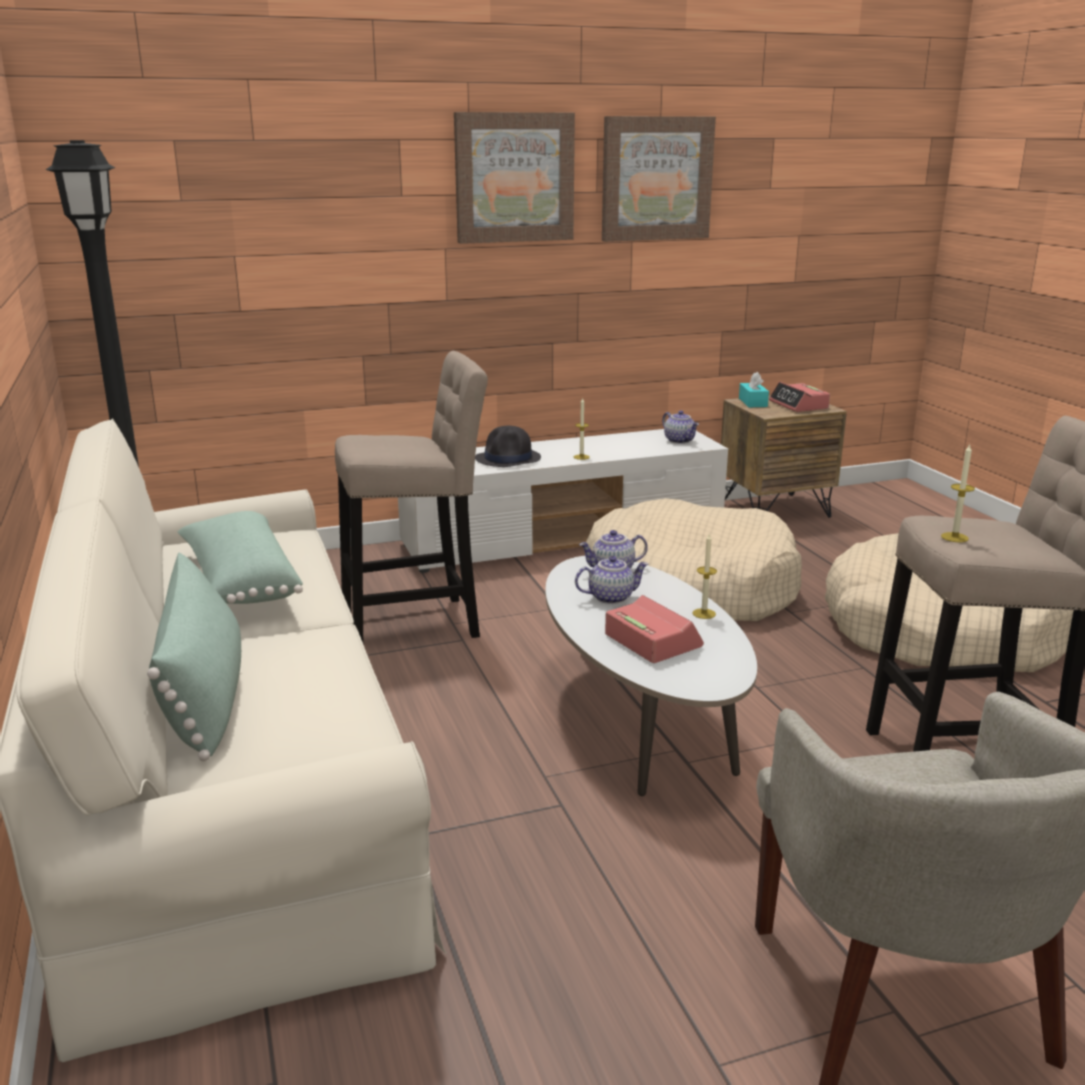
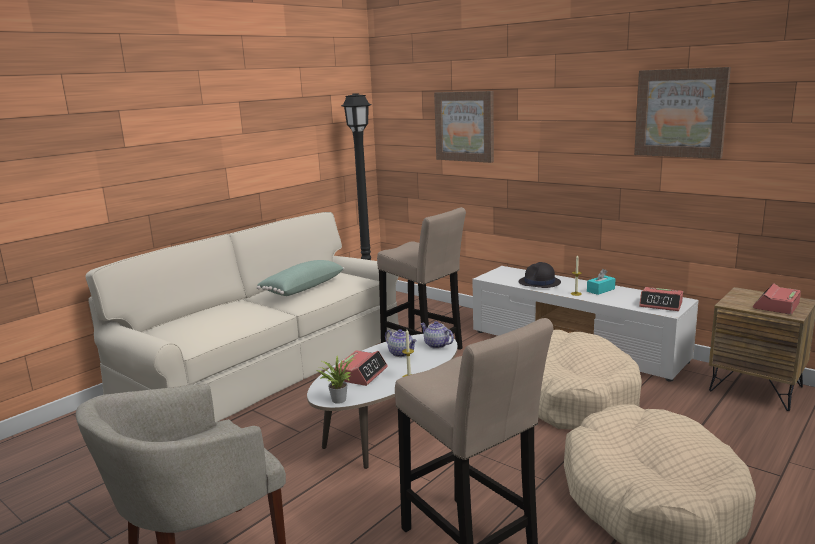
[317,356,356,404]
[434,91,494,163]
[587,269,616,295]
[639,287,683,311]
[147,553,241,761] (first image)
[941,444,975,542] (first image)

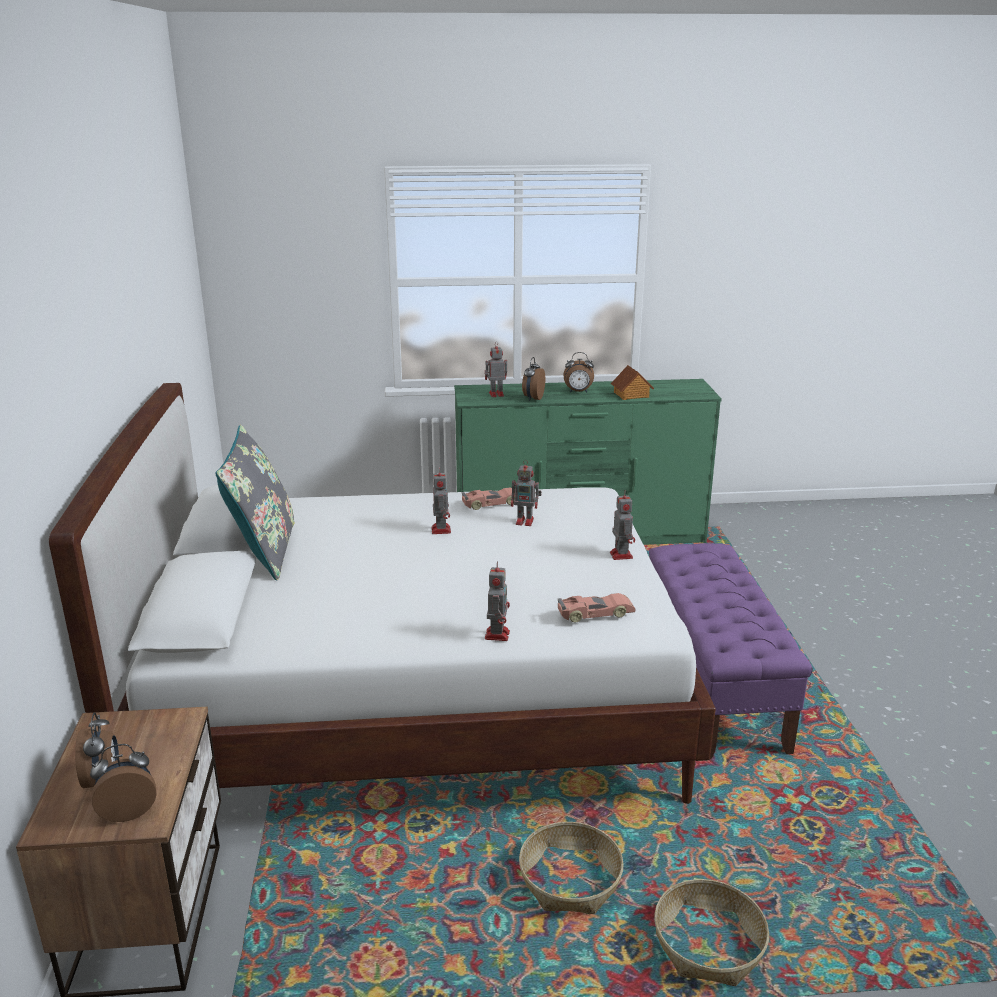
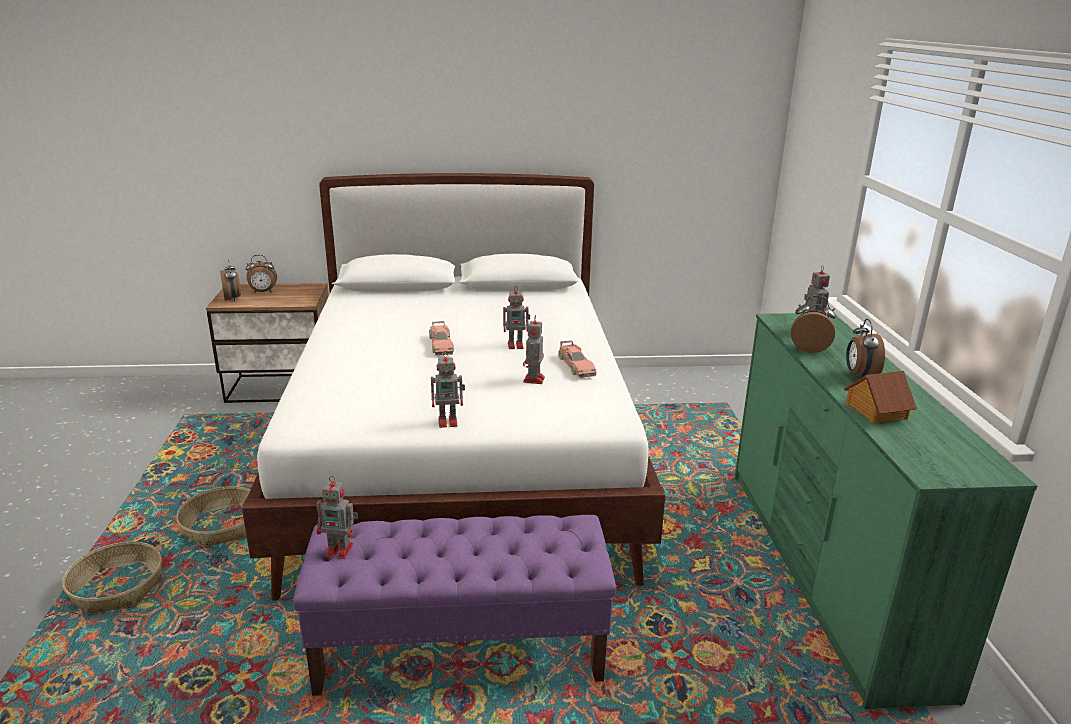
[317,476,358,559]
[429,321,454,356]
[215,425,294,581] (first image)

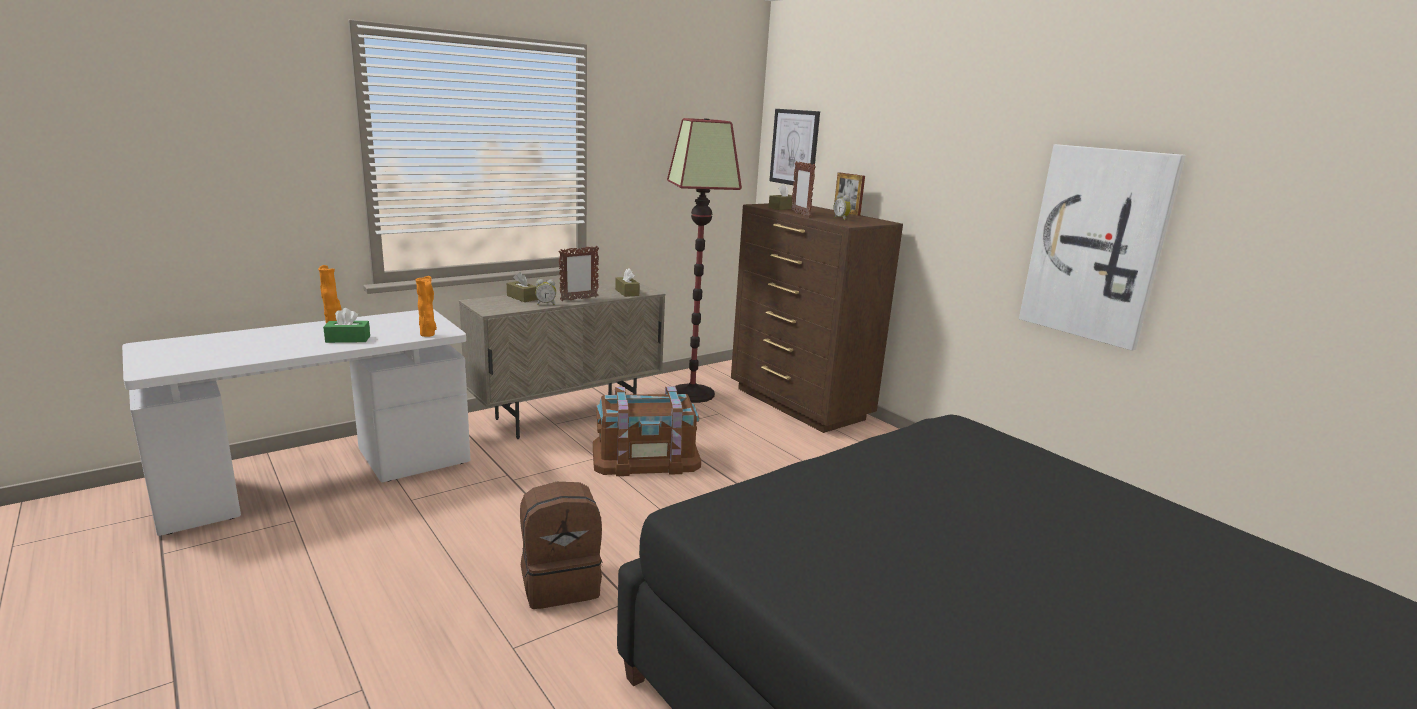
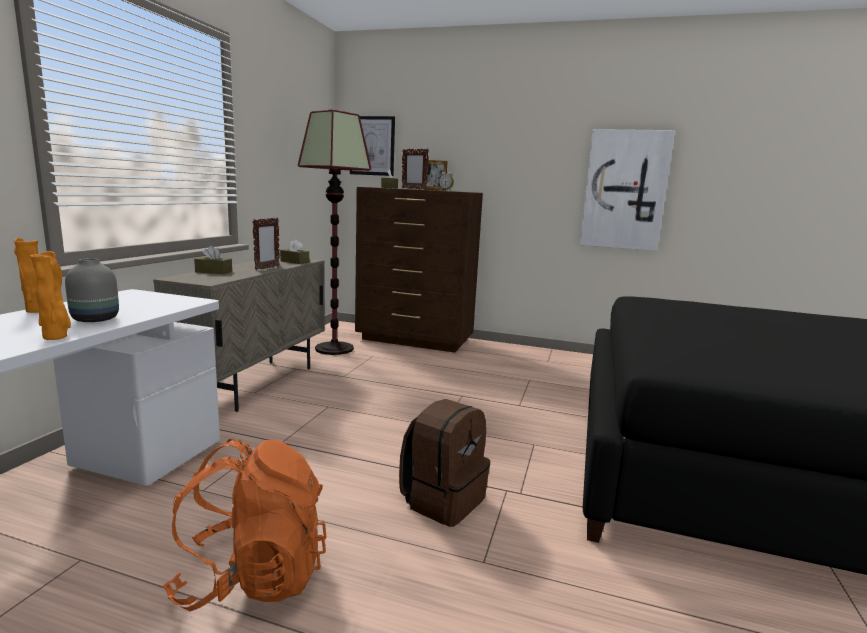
[30,251,71,340]
[65,258,119,322]
[163,439,326,611]
[535,279,556,305] (first image)
[593,386,701,476] (first image)

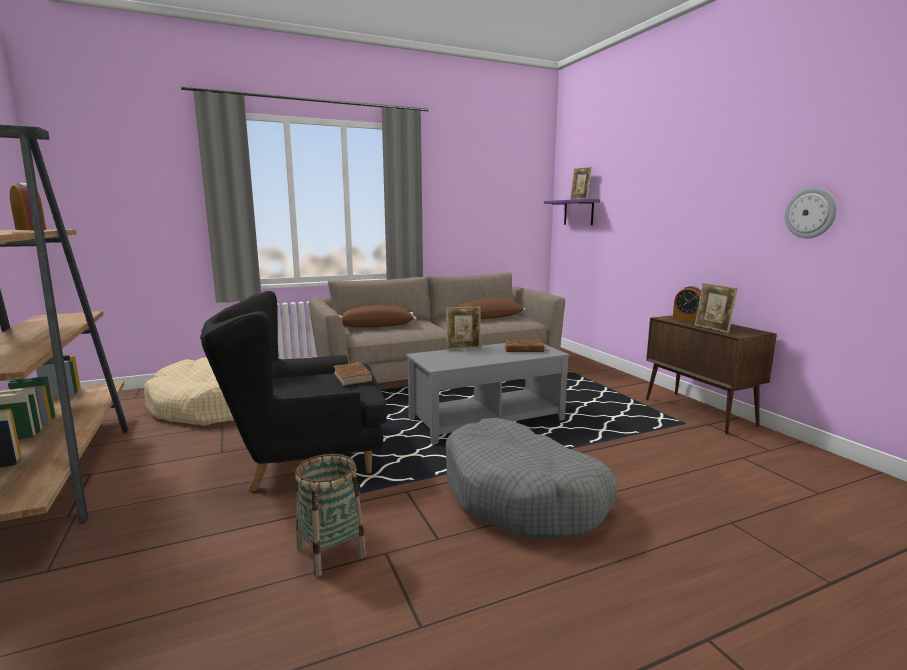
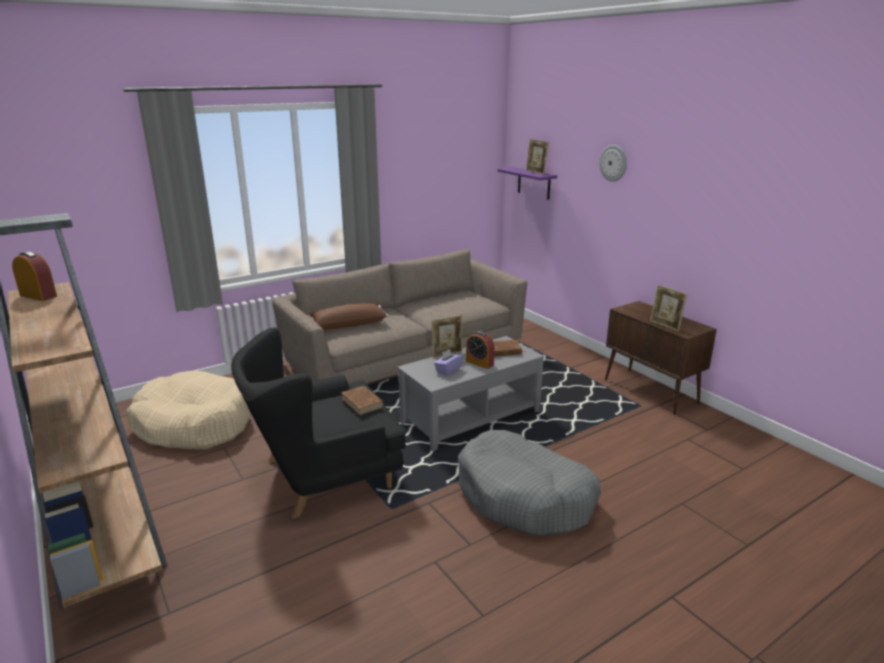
[434,349,463,376]
[466,331,495,369]
[599,145,627,182]
[295,454,366,577] (first image)
[454,298,525,319] (first image)

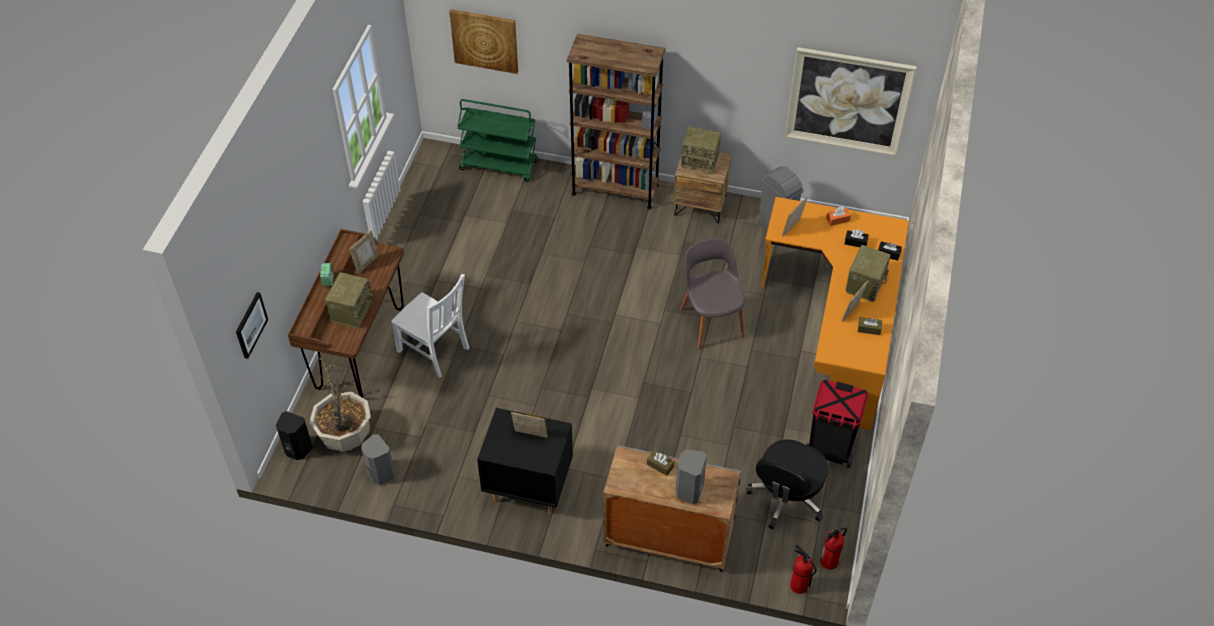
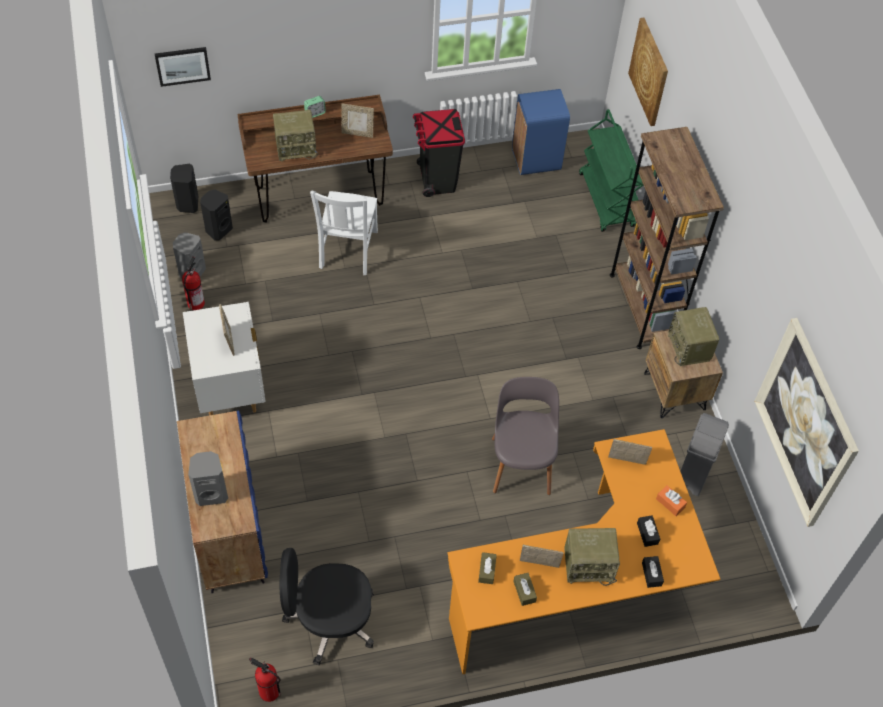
[177,411,268,593]
[182,257,205,310]
[183,302,266,416]
[200,190,233,241]
[413,109,465,197]
[478,552,497,584]
[492,377,559,495]
[512,89,570,175]

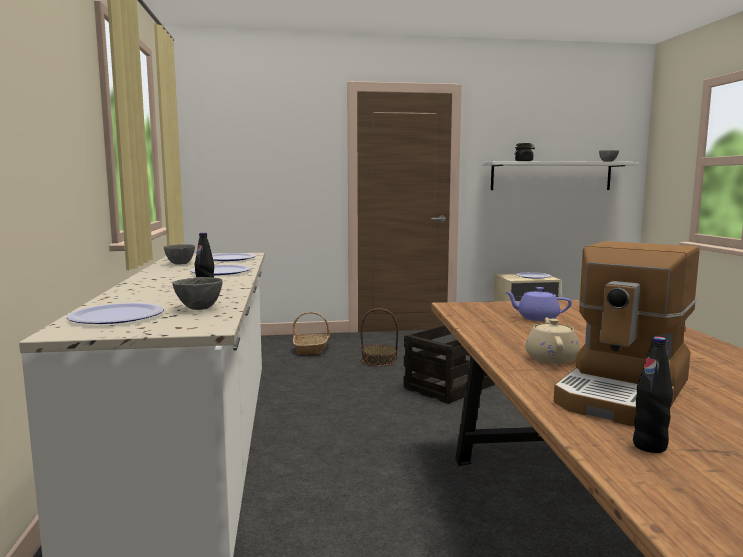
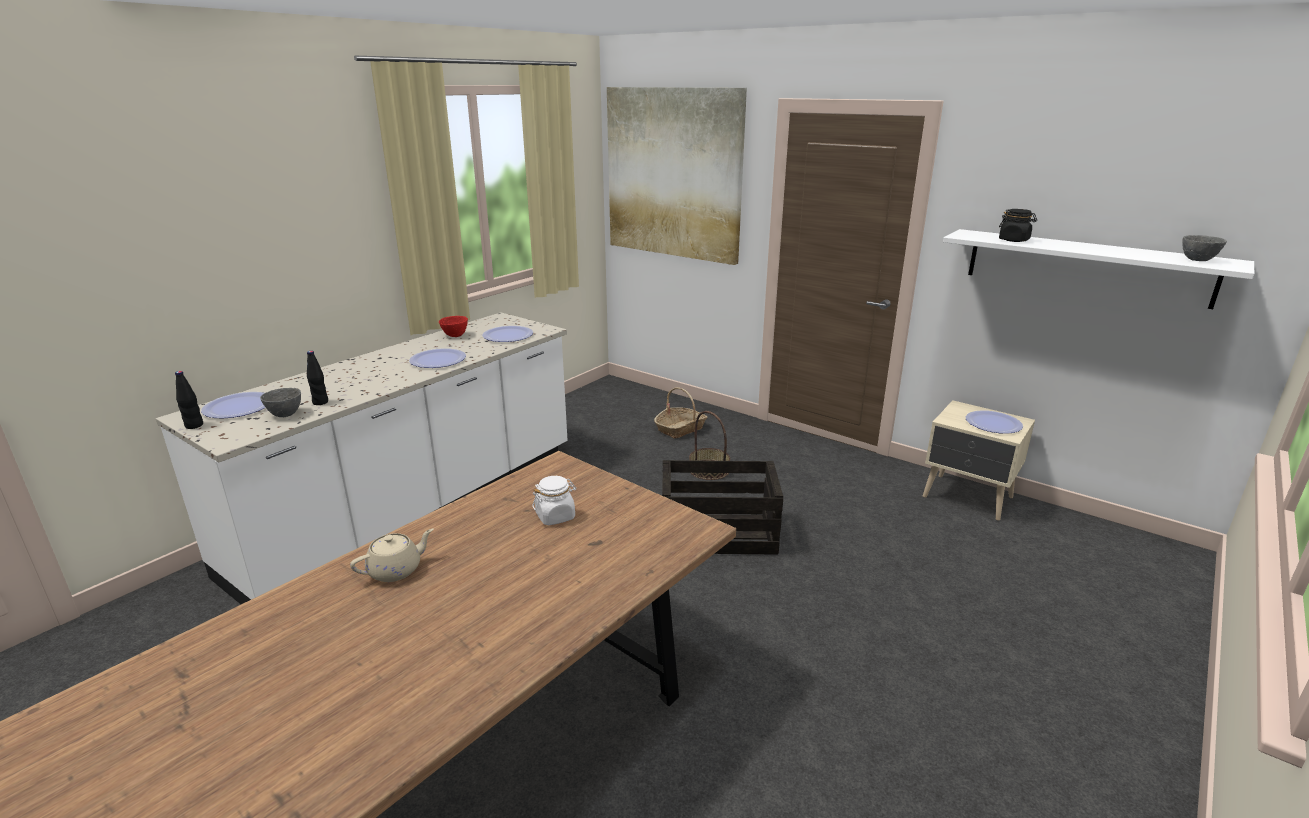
[175,371,203,429]
[439,316,468,337]
[533,476,577,525]
[607,87,747,265]
[554,241,700,426] (first image)

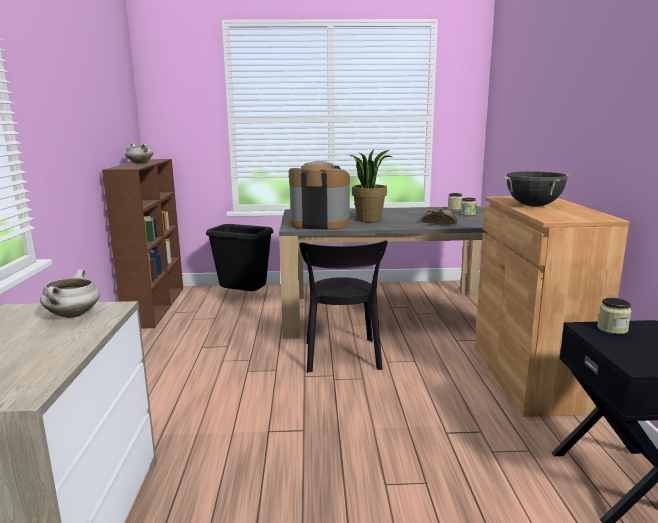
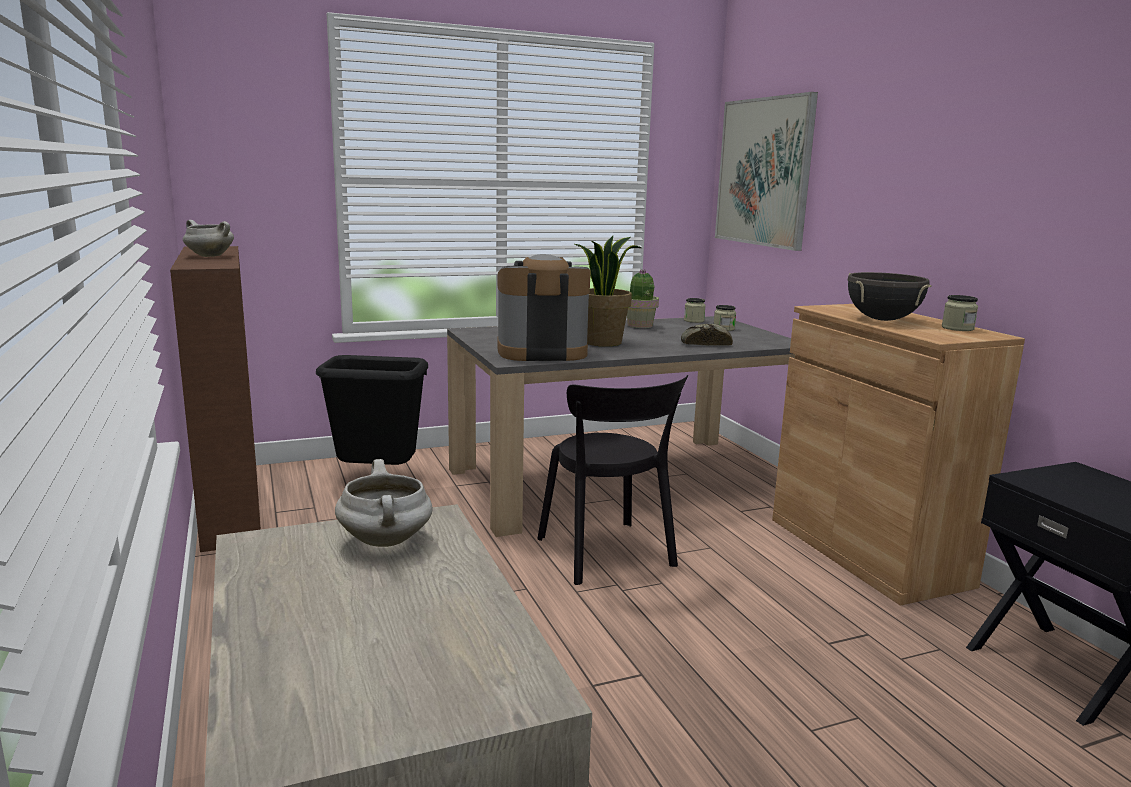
[627,269,659,328]
[715,92,818,251]
[942,295,978,331]

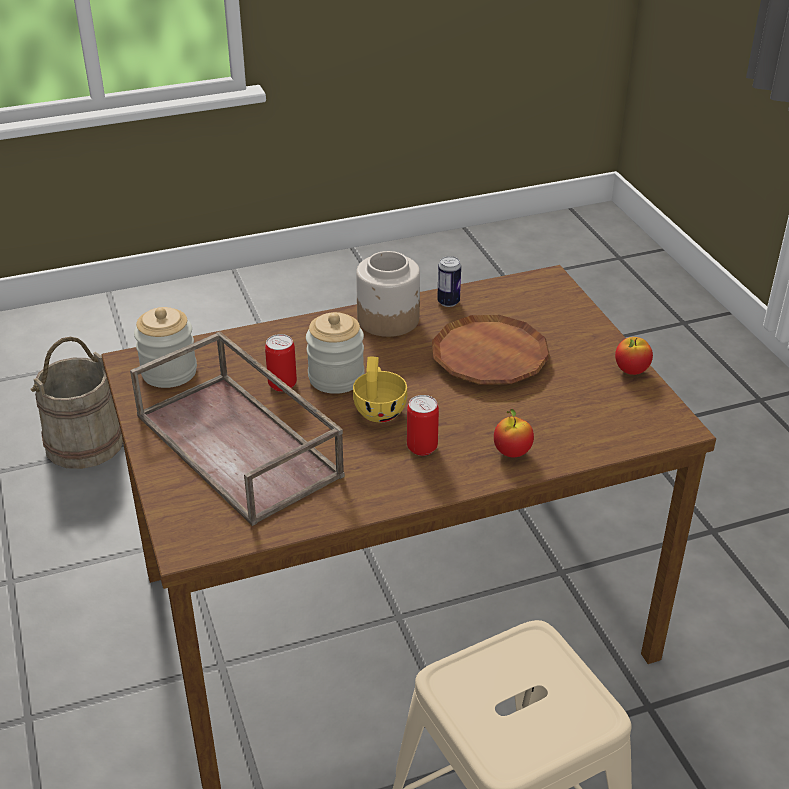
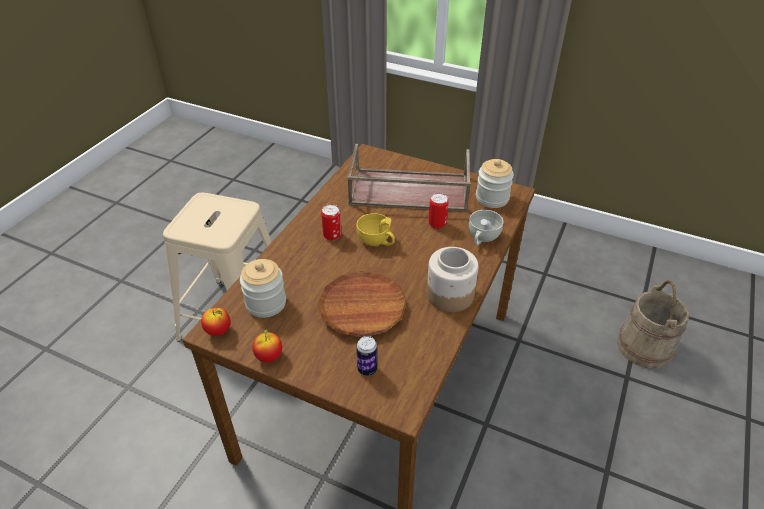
[201,308,231,336]
[240,259,286,318]
[356,336,377,376]
[469,210,503,245]

